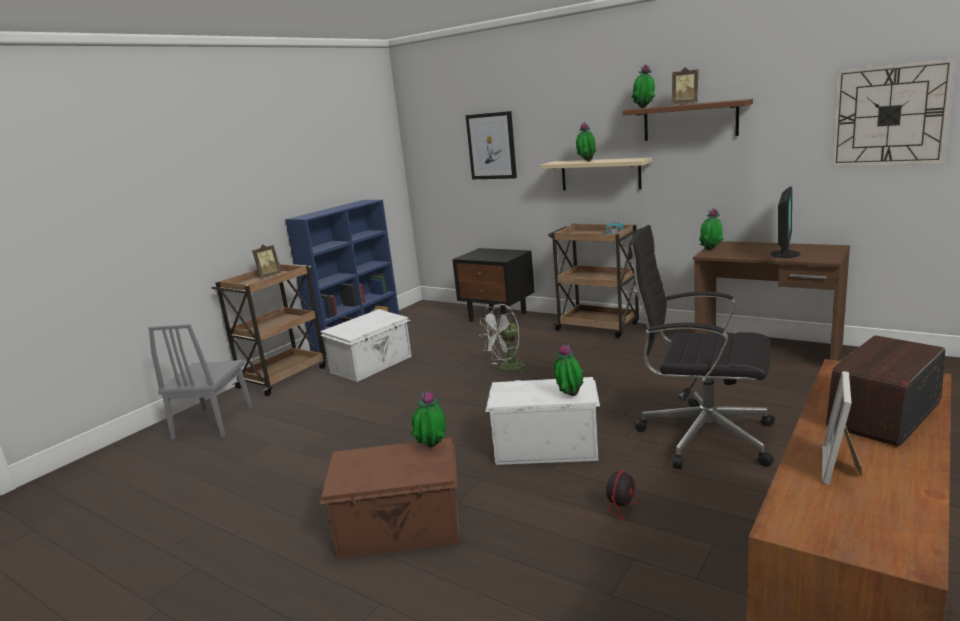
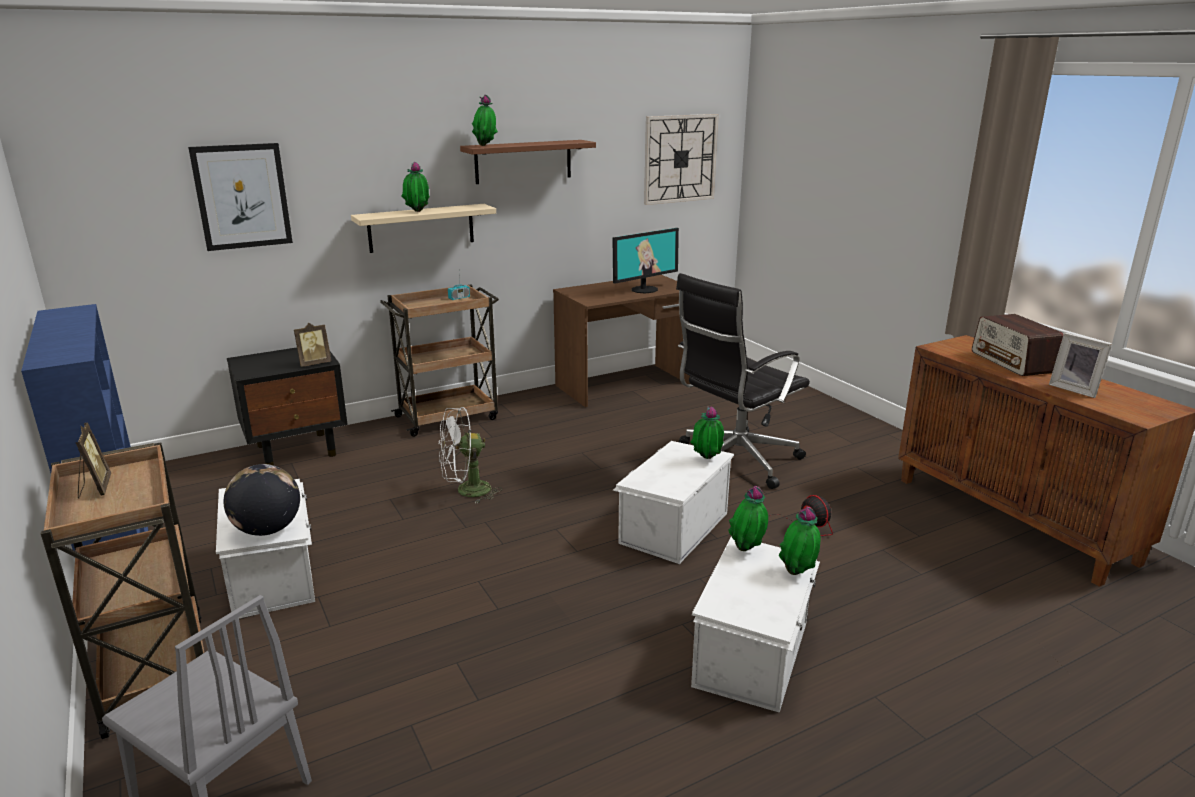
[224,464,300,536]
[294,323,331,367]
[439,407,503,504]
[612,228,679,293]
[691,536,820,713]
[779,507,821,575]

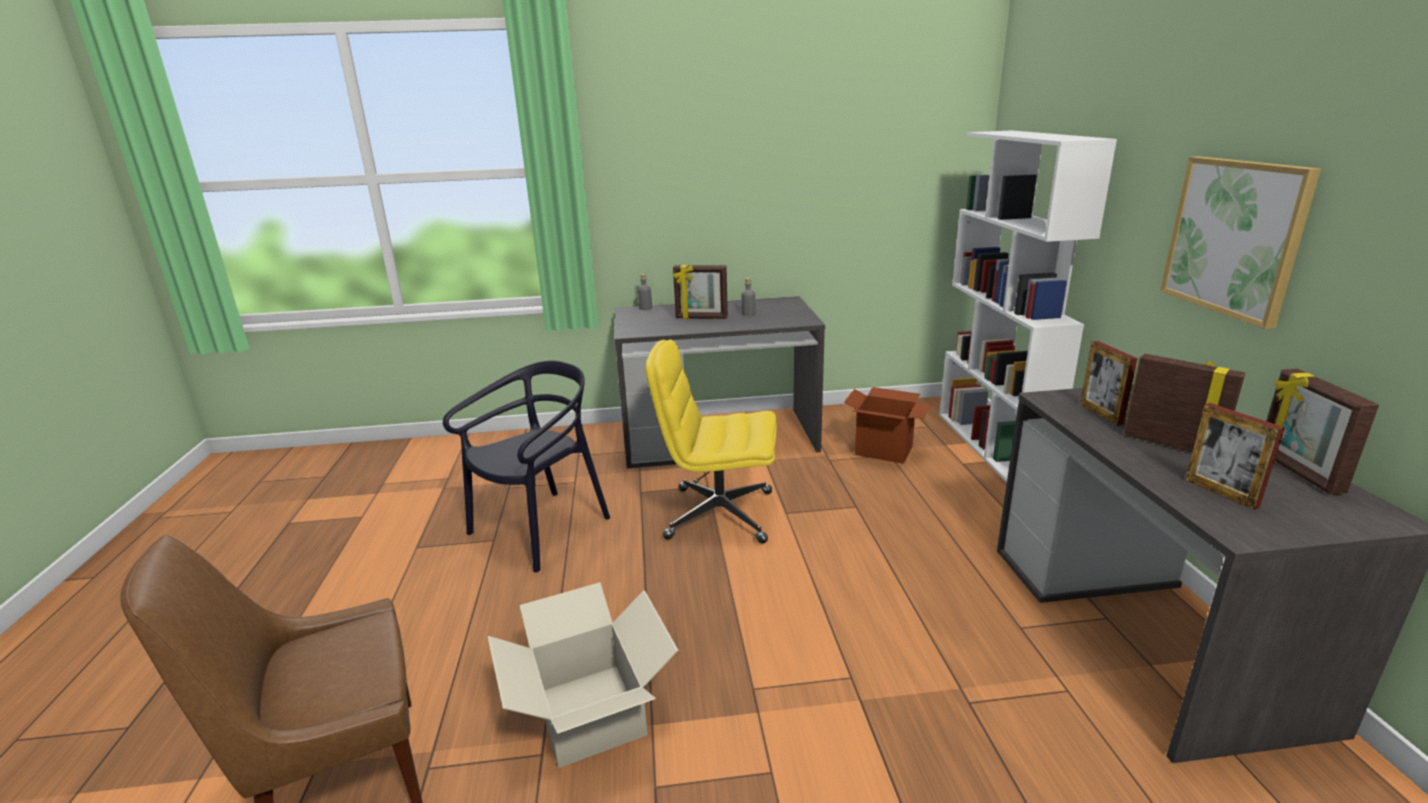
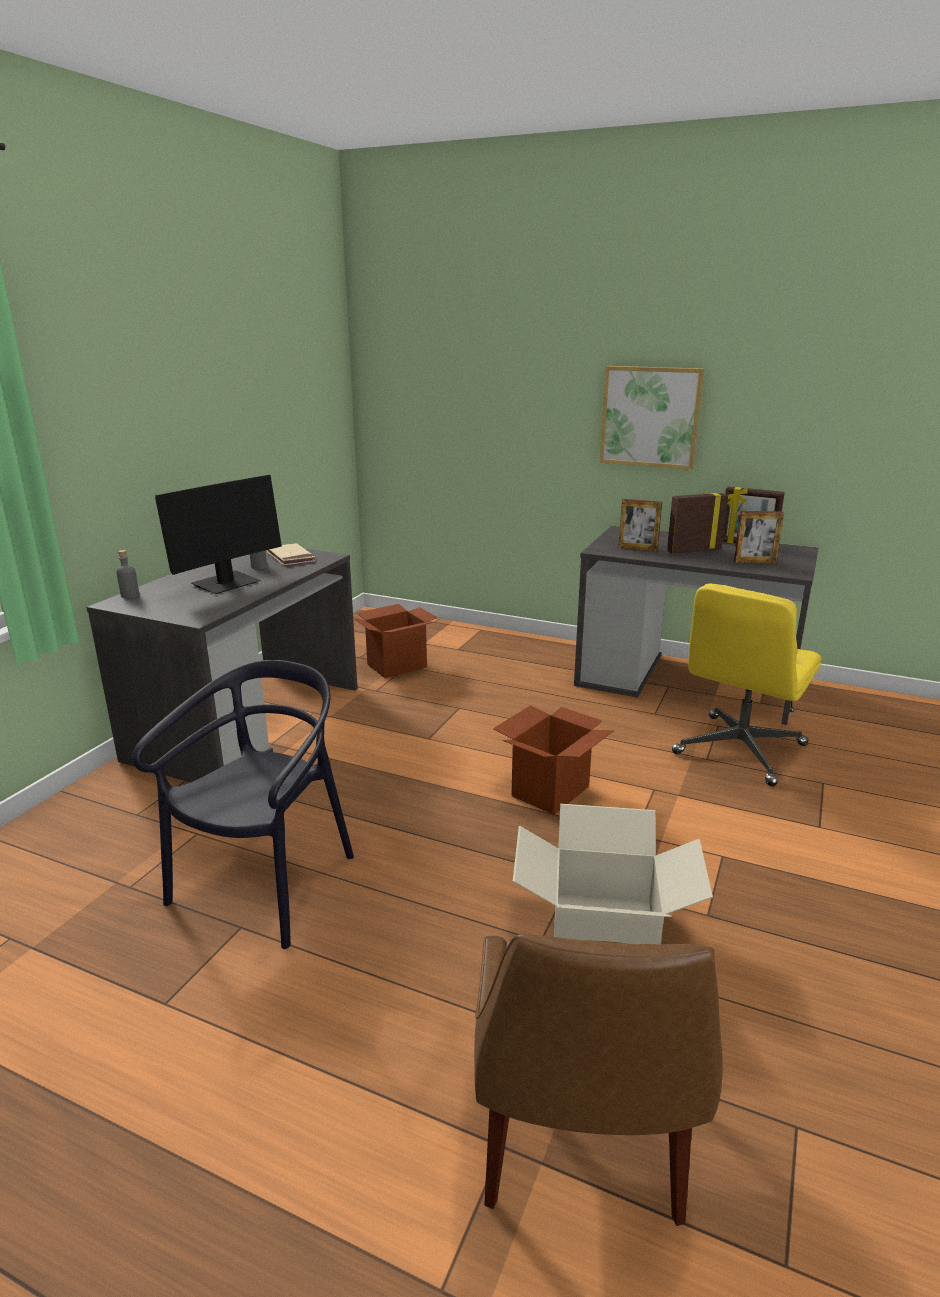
[132,660,354,949]
[155,475,282,594]
[266,543,316,565]
[493,705,614,815]
[672,583,821,786]
[939,130,1117,482] (first image)

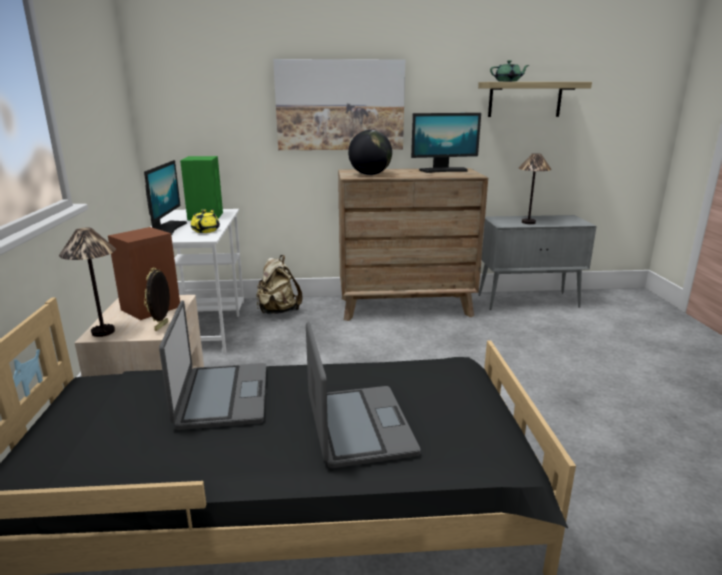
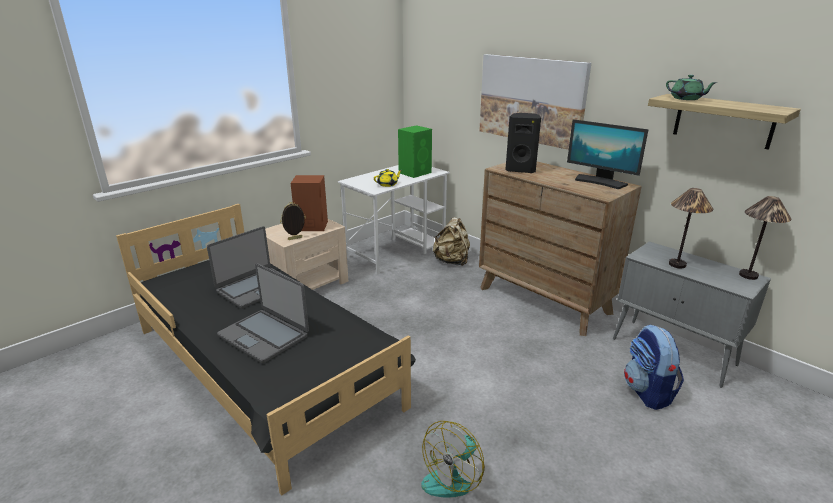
[217,263,309,363]
[421,421,485,497]
[505,113,541,173]
[624,325,684,410]
[739,196,791,280]
[144,160,187,235] (first image)

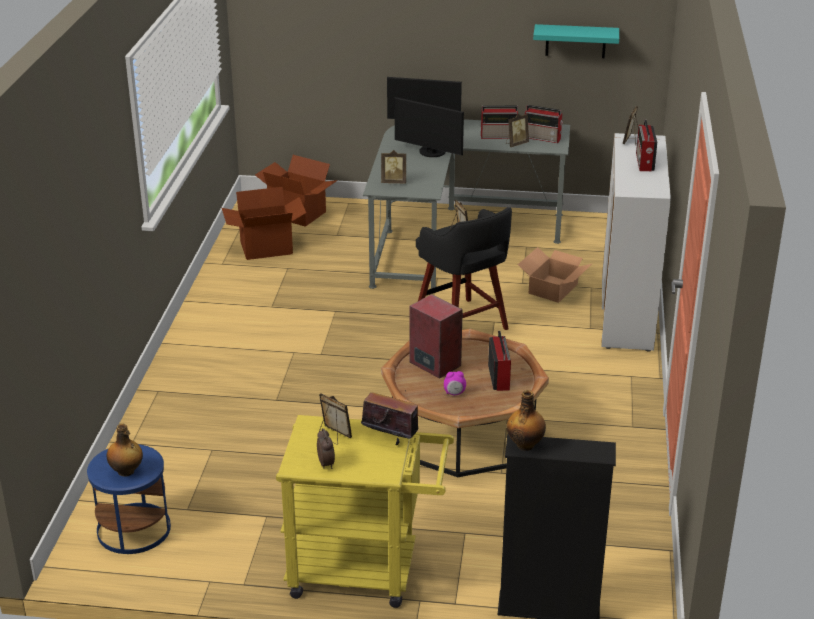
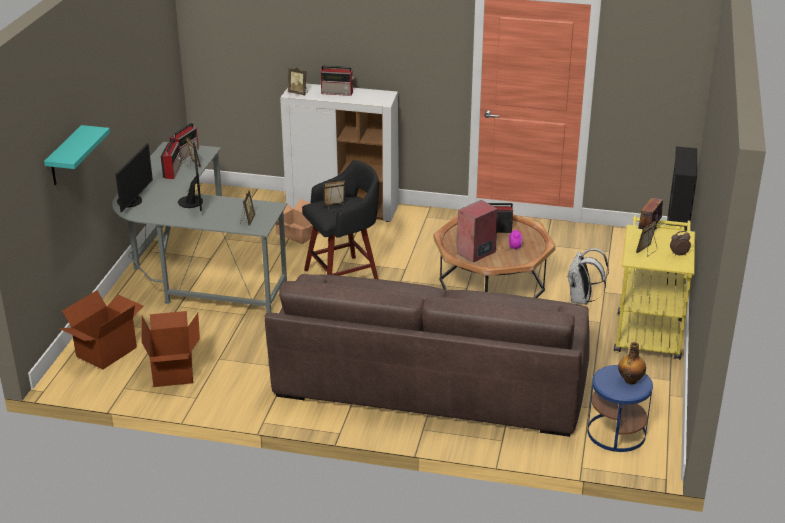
[44,125,110,185]
[178,142,203,212]
[265,274,590,437]
[568,248,609,305]
[507,390,546,451] (first image)

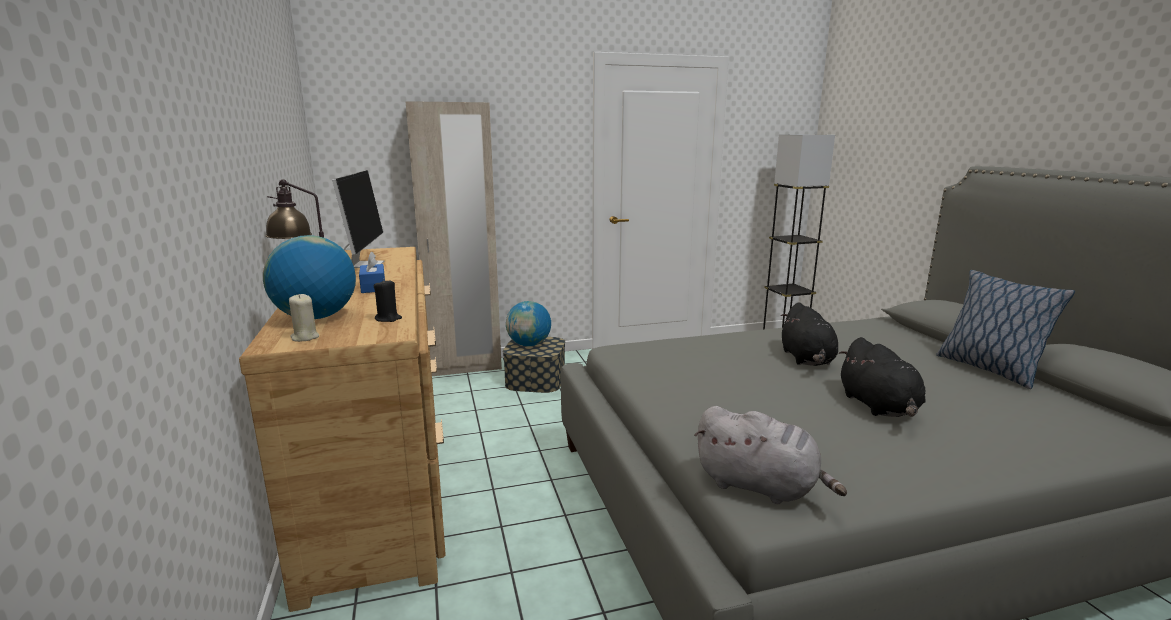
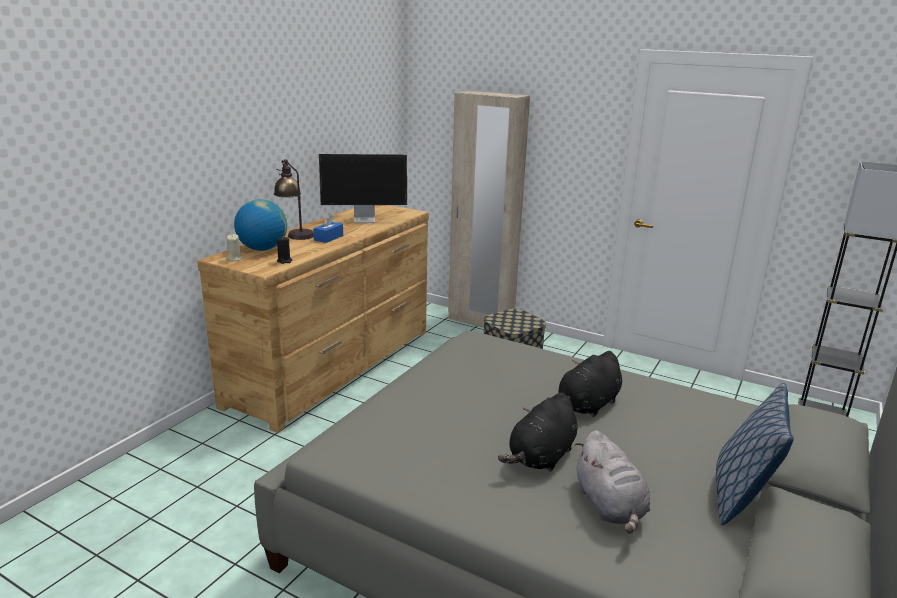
[319,154,407,223]
[575,430,650,534]
[506,301,551,346] (first image)

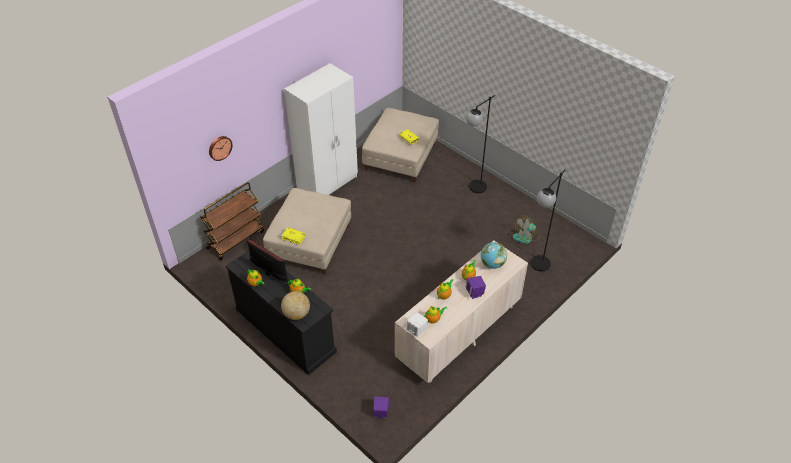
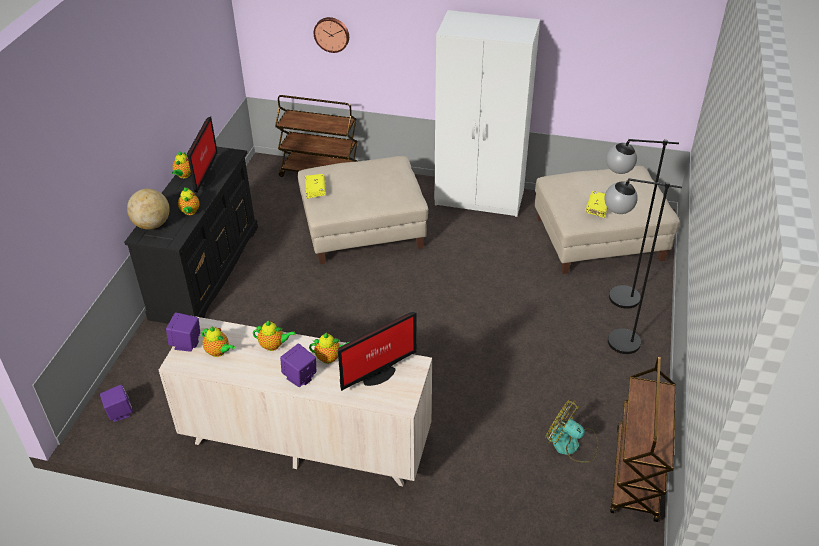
[166,312,200,352]
[338,312,417,391]
[606,139,679,309]
[610,357,676,522]

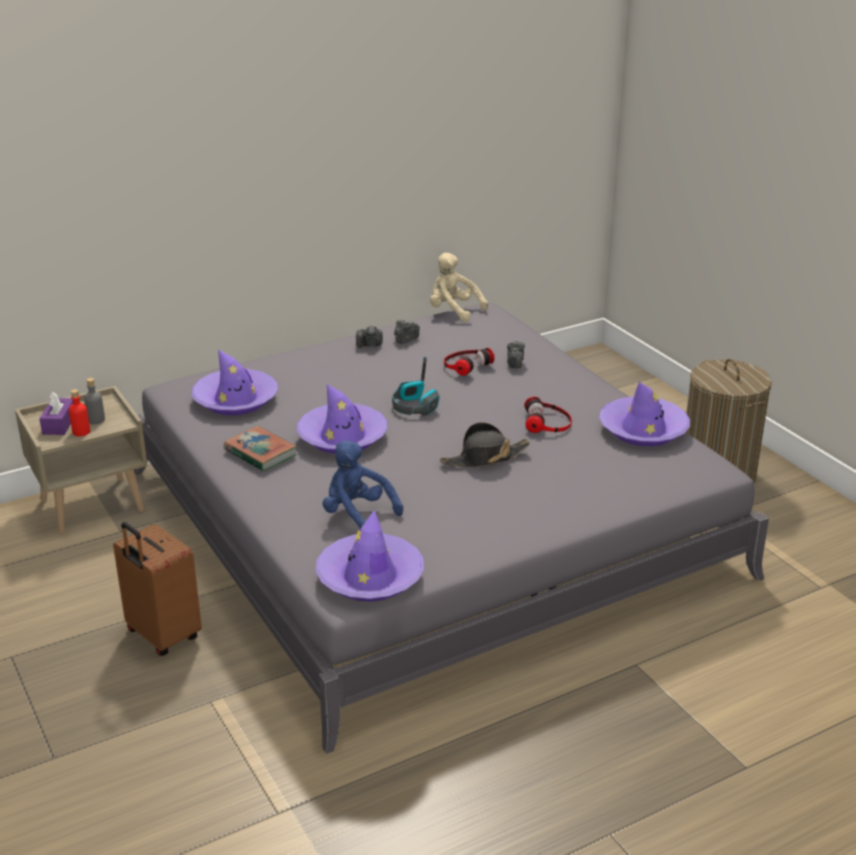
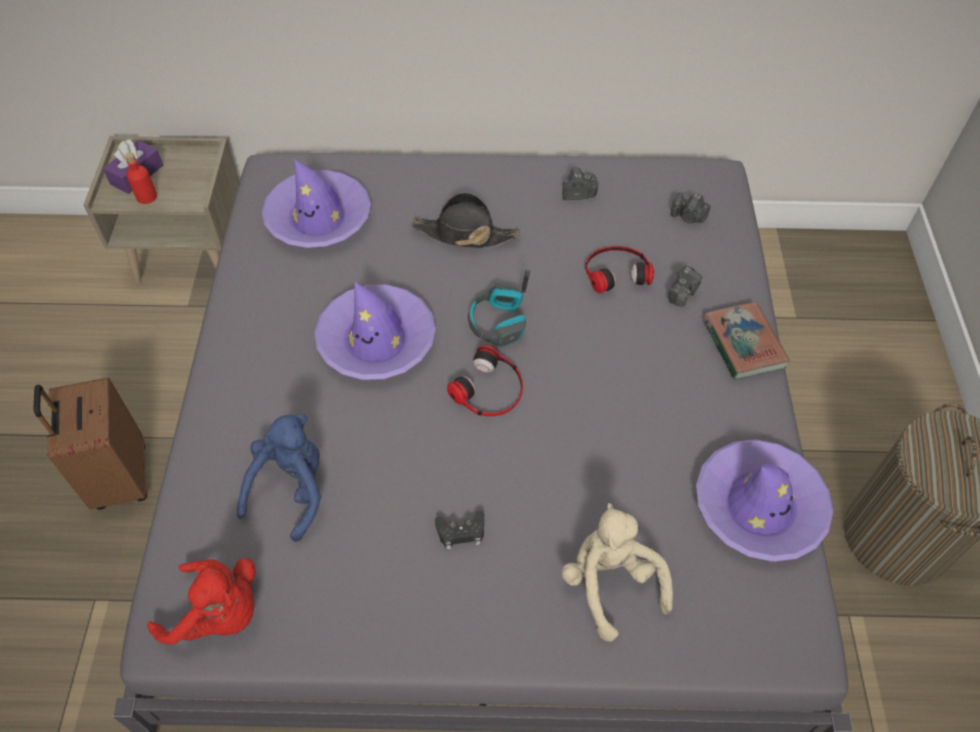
[147,558,256,644]
[237,414,321,542]
[411,192,520,248]
[435,510,485,549]
[447,345,523,416]
[561,503,673,642]
[671,193,711,223]
[703,302,790,380]
[84,378,105,424] (first image)

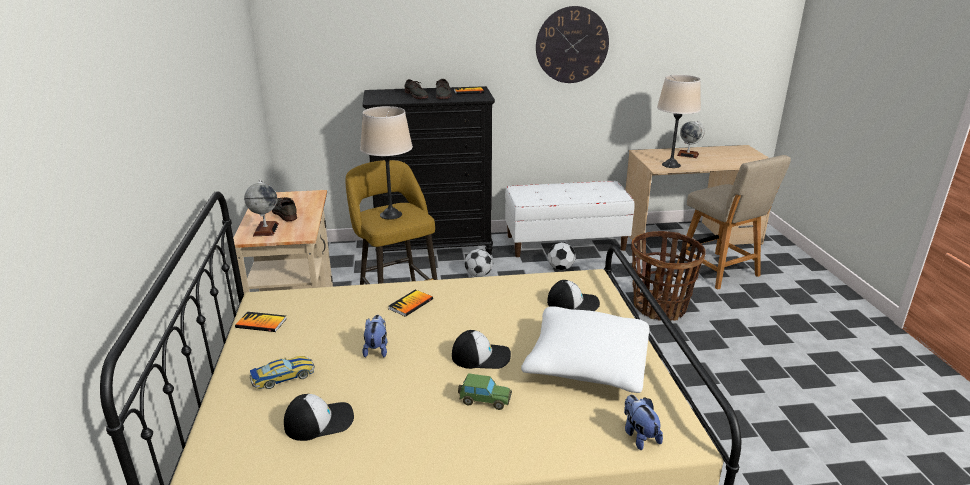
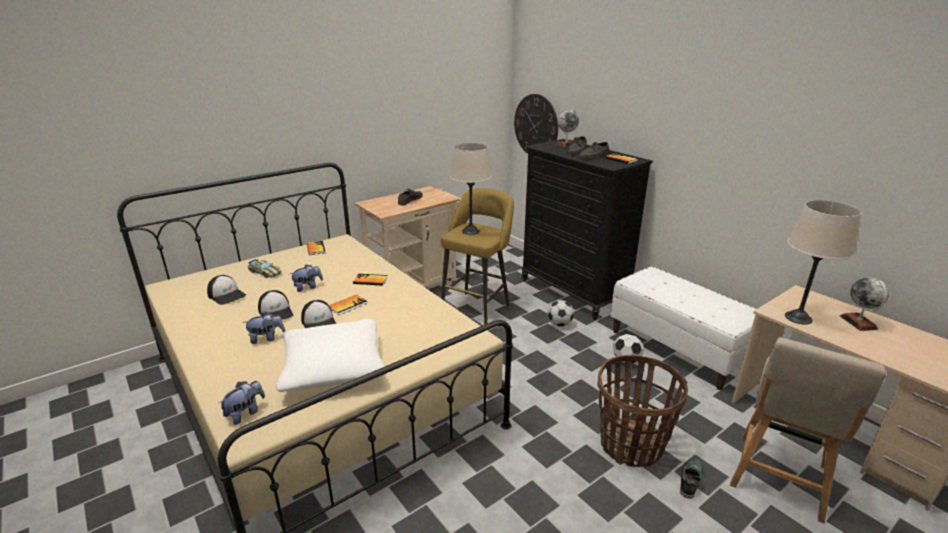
[243,312,285,344]
[258,290,293,320]
[329,295,368,315]
[514,94,558,154]
[555,109,579,147]
[680,457,703,499]

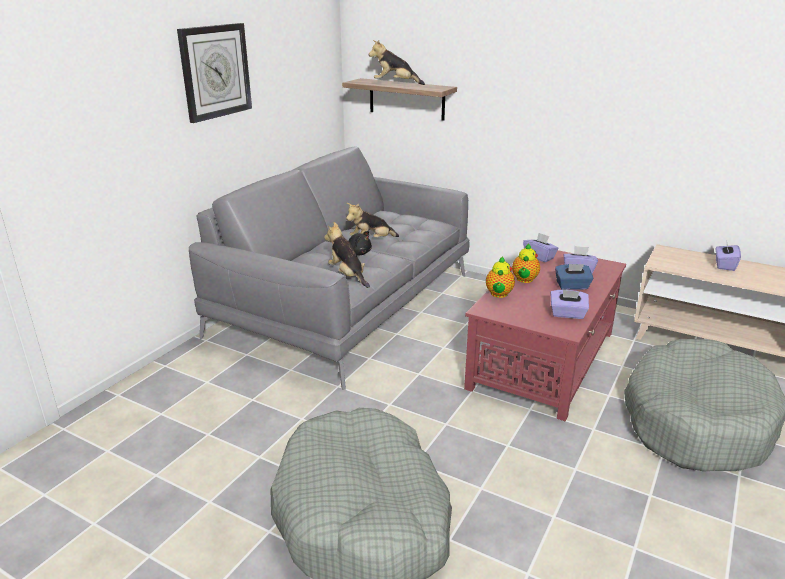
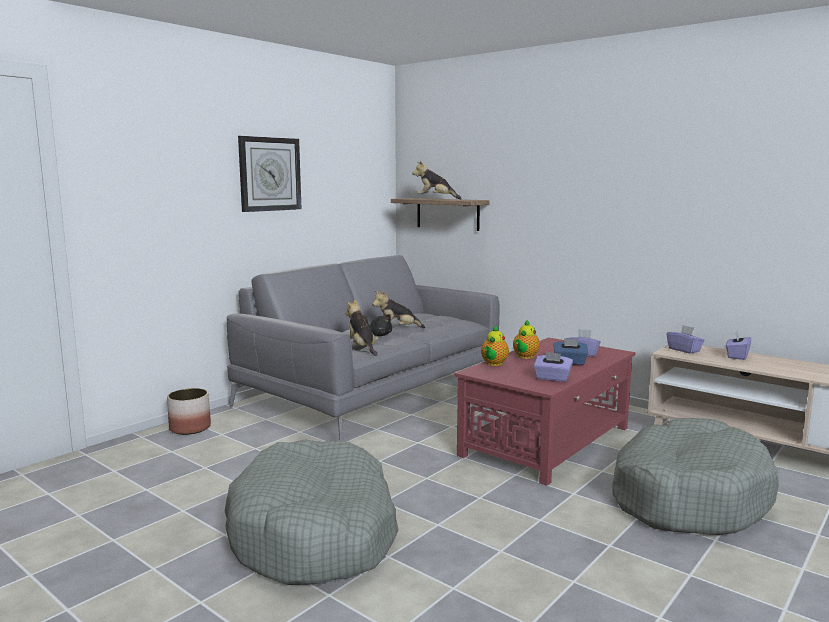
[167,388,211,435]
[667,325,704,354]

